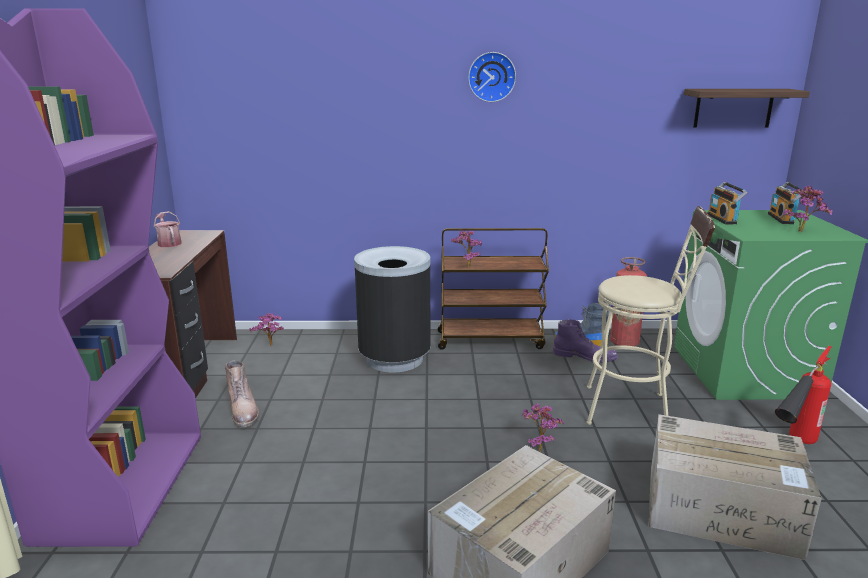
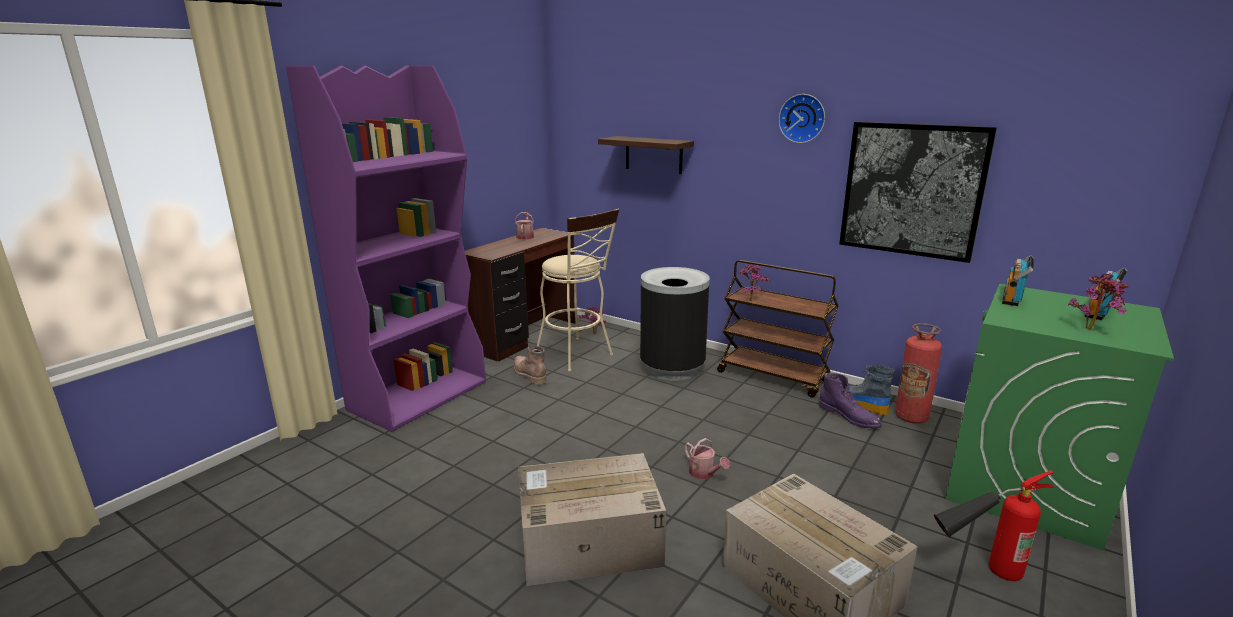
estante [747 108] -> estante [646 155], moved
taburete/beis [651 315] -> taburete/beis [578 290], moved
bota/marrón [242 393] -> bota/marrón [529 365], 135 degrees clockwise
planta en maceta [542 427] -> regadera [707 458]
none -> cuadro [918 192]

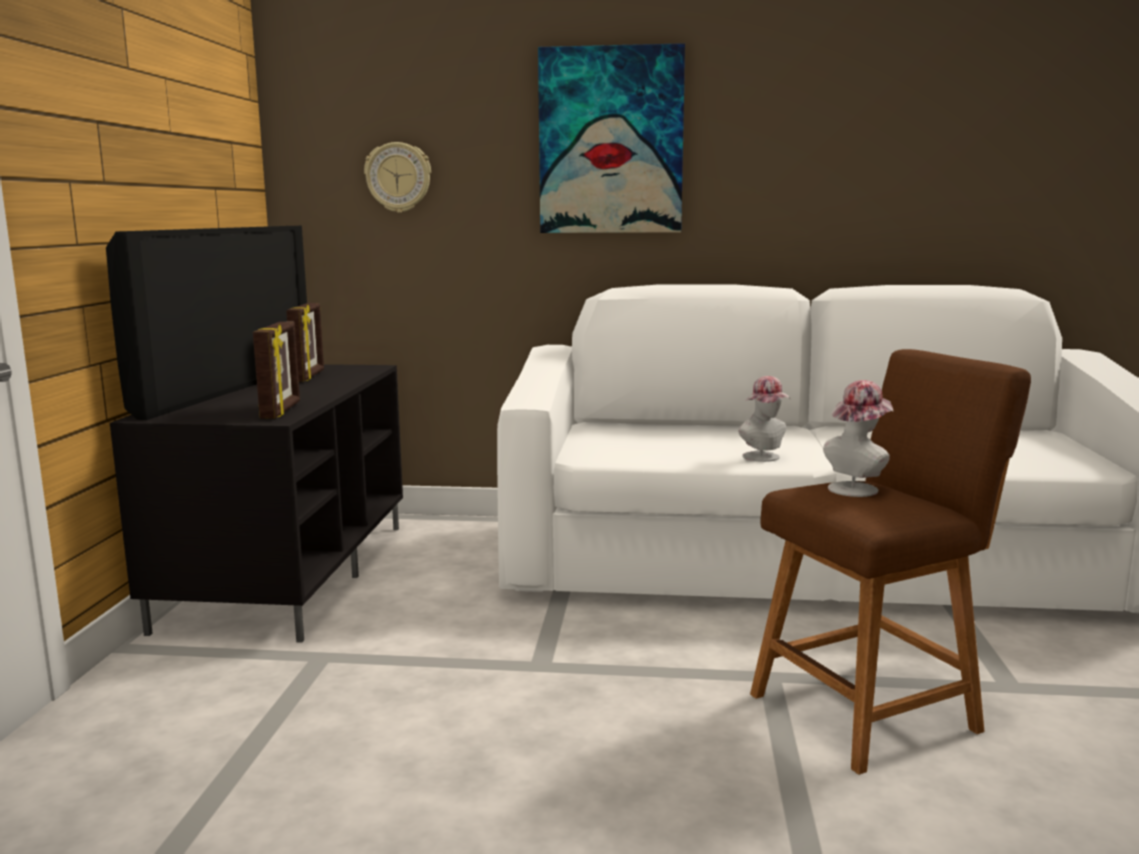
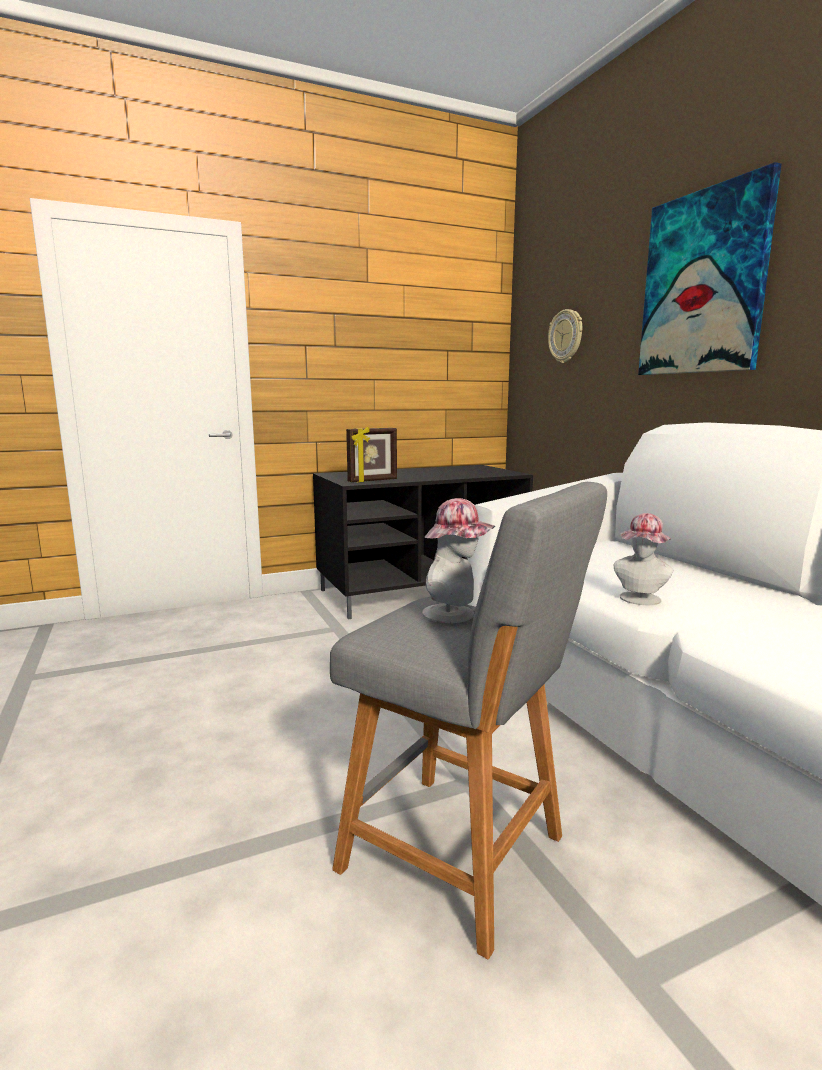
televisor [206 323] -> none
portarretratos [305 342] -> none
taburete/marrón [890 562] -> taburete/gris [468 720]

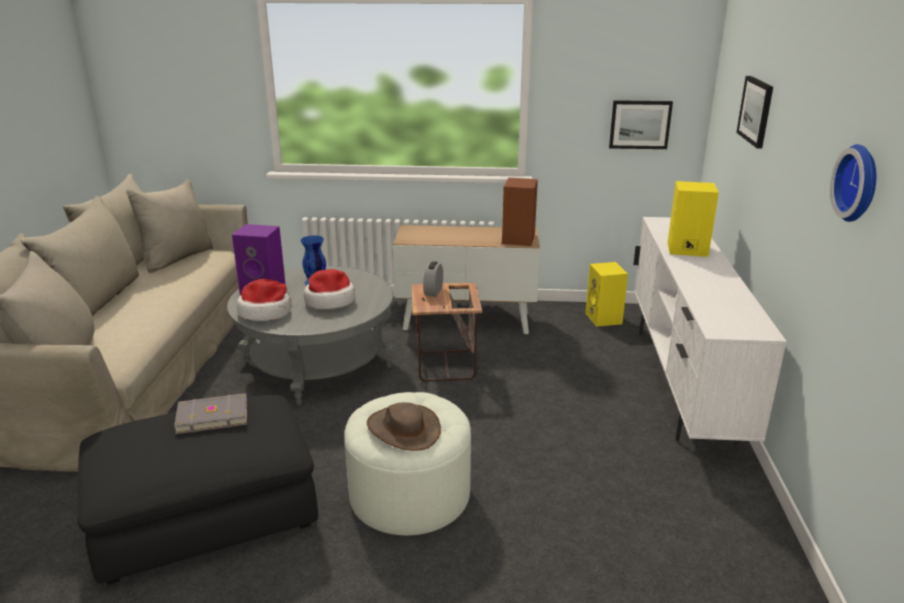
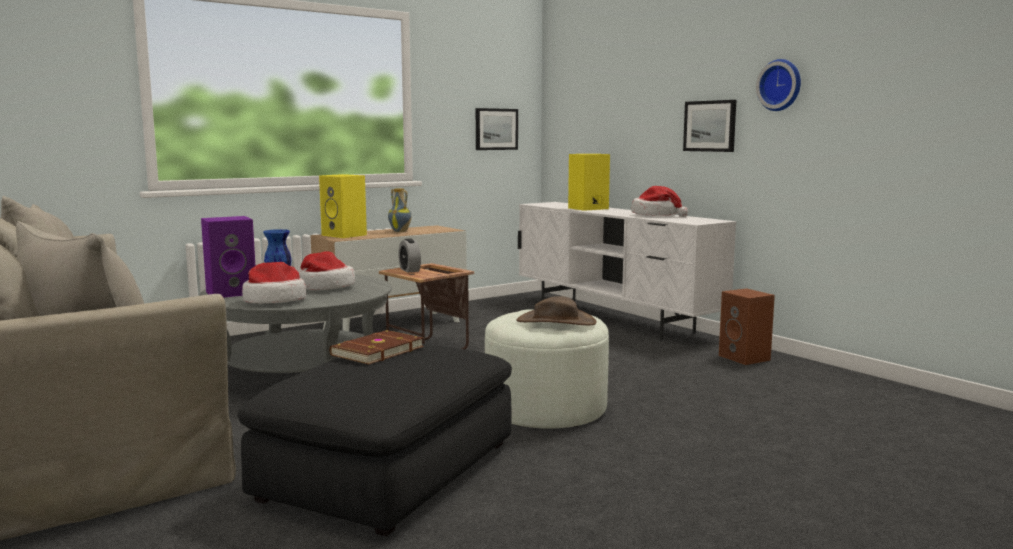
cuadro [754 112] -> cuadro [709 126], moved
altavoz/marrón [520 211] -> altavoz/marrón [747 326], moved
altavoz/amarillo [607 294] -> altavoz/amarillo [343 206], moved
libro/gris [210 413] -> libro/marrón [376 347]
none -> sombrero [659 201]
none -> florero [400 210]

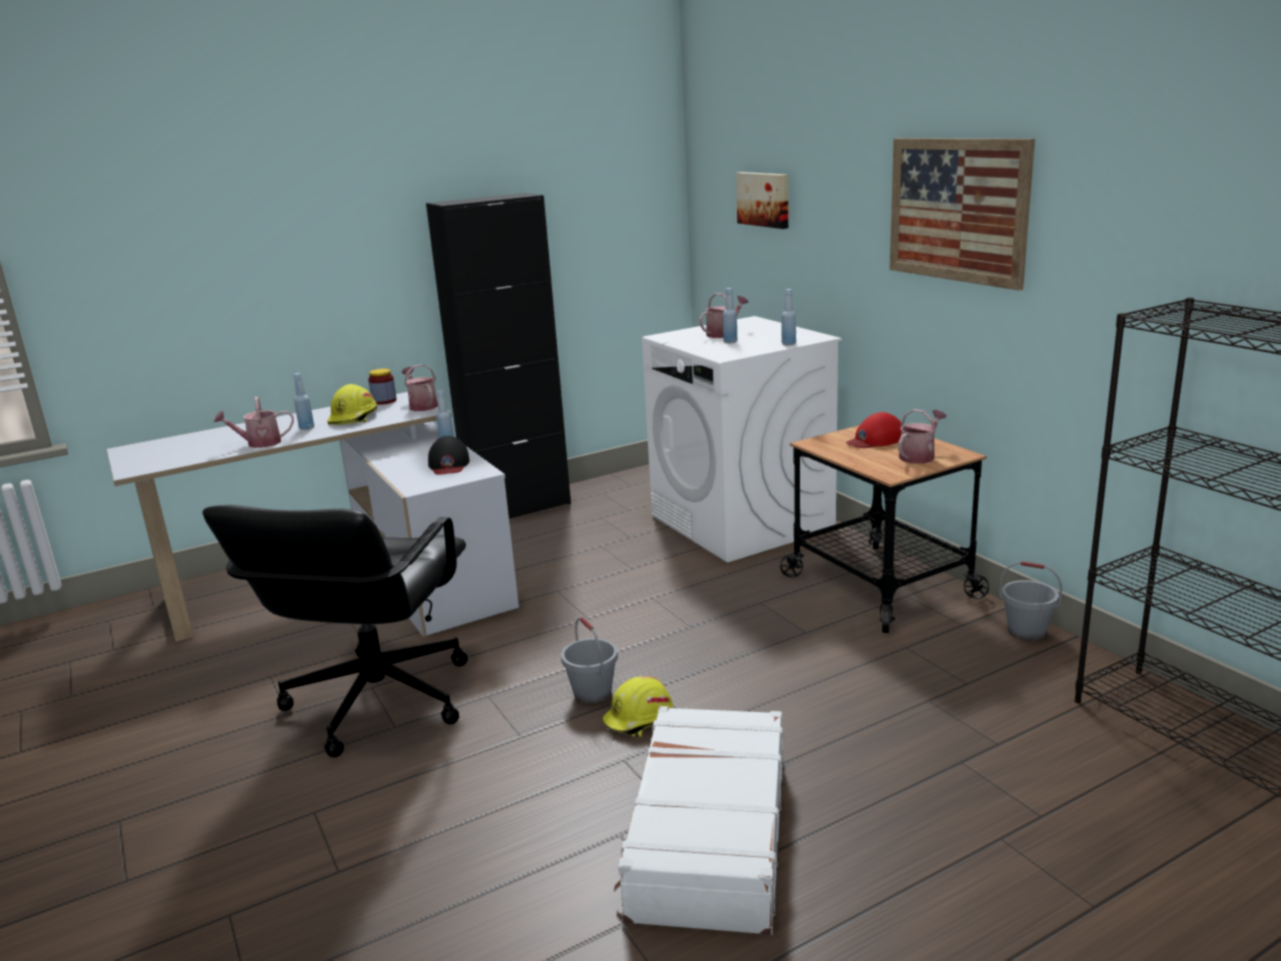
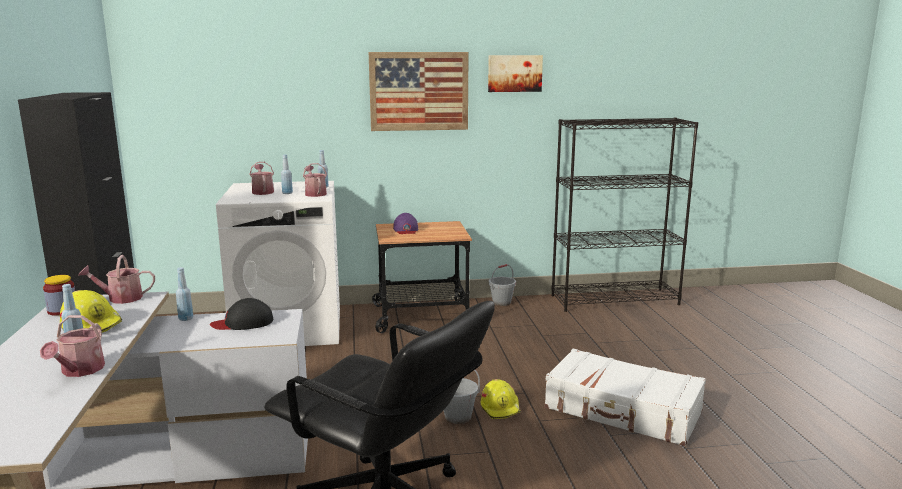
cuadro [762 200] -> cuadro [515 73], moved
regadera [922 436] -> regadera [315 180], moved
gorra/rojo [874 430] -> gorra/morado [405 223]
gorra/negro [449 455] -> gorra/negro [241 314], 150 degrees clockwise

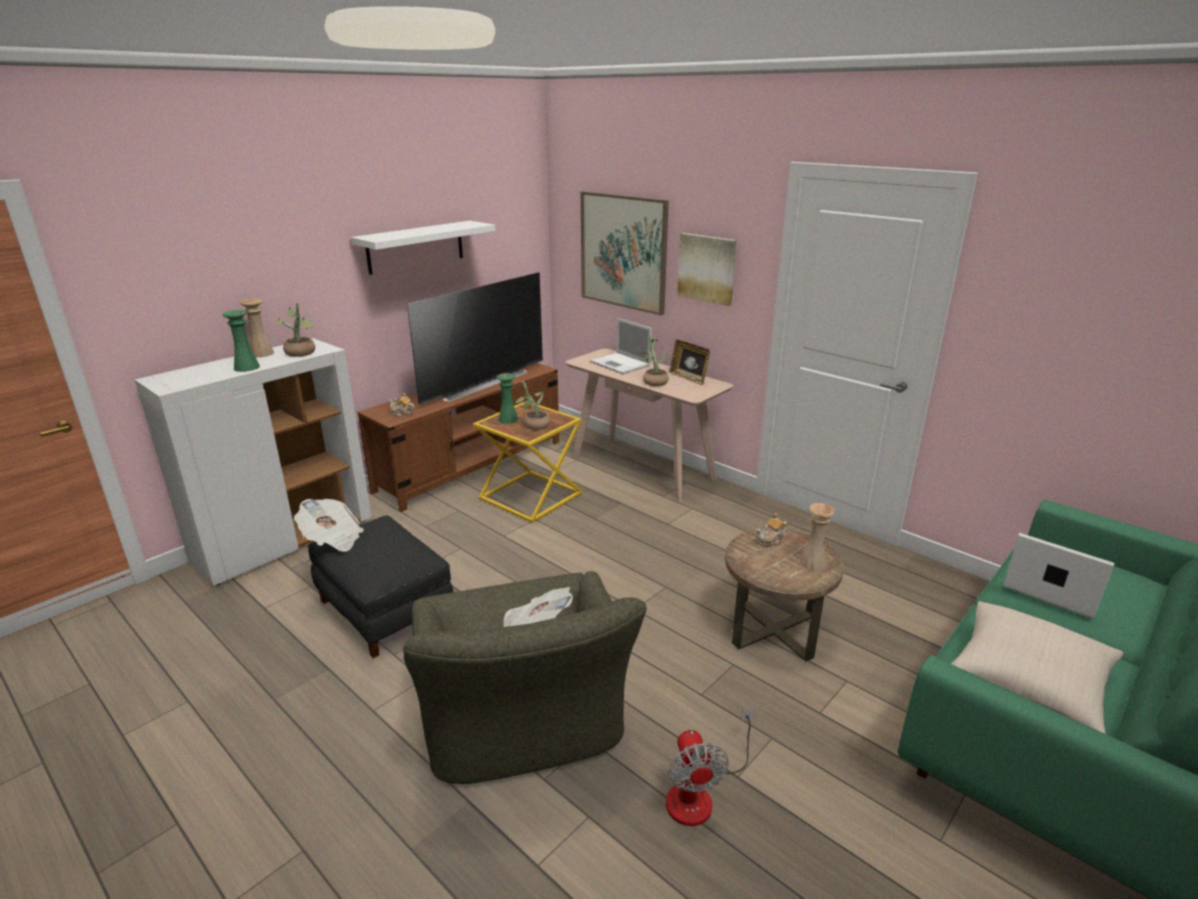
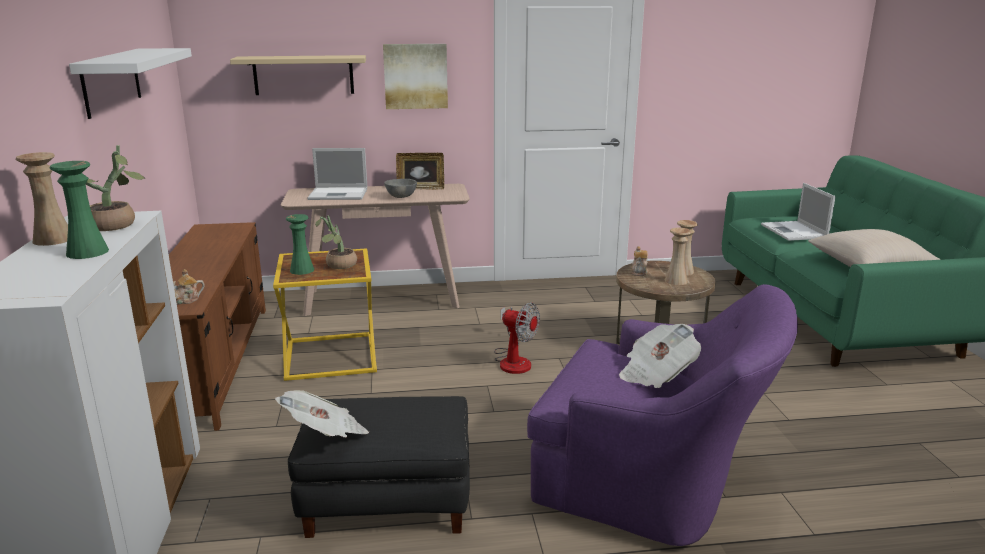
cuadro [625 253] -> estante/beis [298 75]
televisor [475 338] -> none
planta en maceta [654 361] -> cuenco/gris [400 188]
portátil [1059 576] -> portátil [798 212], 90 degrees counterclockwise
sillón/verde [525 677] -> sillón/morado [662 415]
ventilador [709 767] -> ventilador [517 338], moved
none -> florero/beis [678 256]

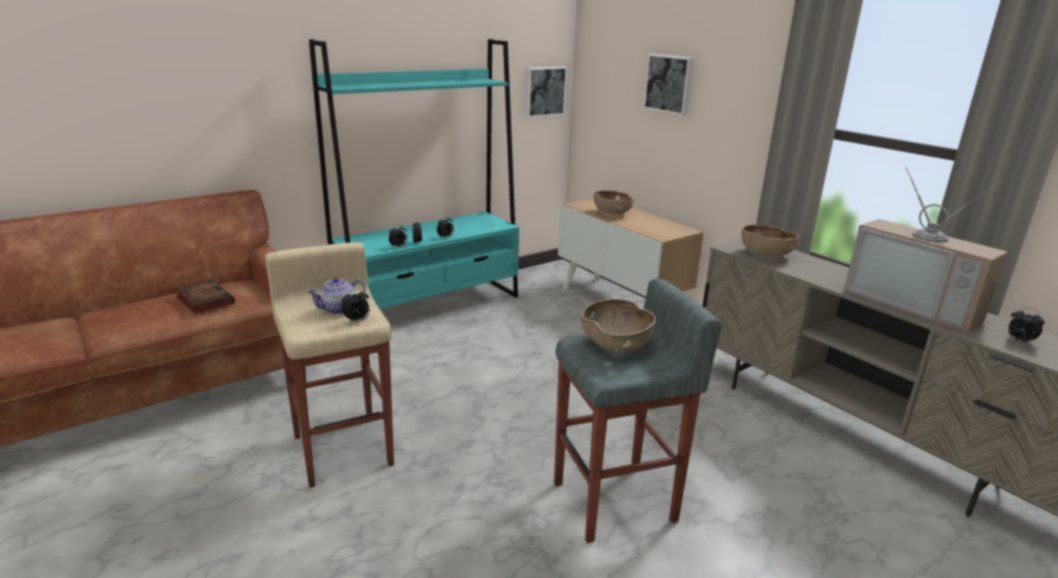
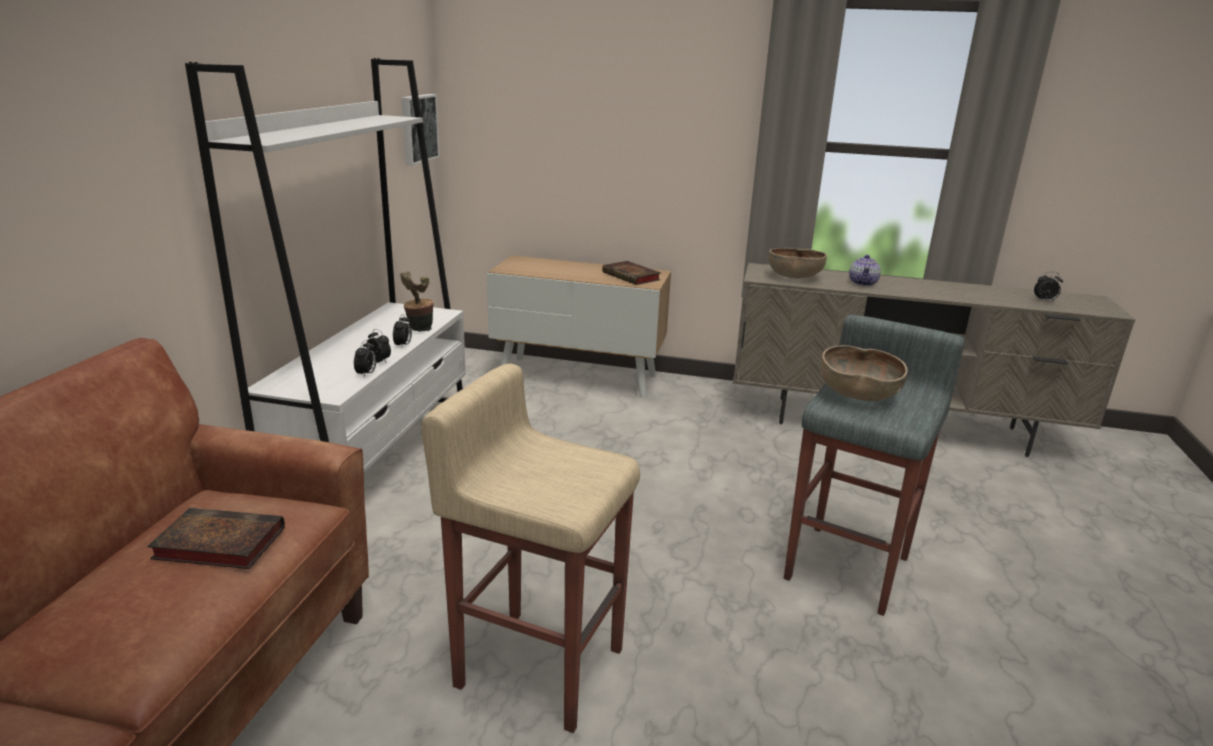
estantería/turquesa [414 174] -> estantería/blanco [325 265]
cuadro [668 84] -> none
televisor [926 250] -> none
cuenco/marrón [614 202] -> none
tetera [336 295] -> tetera [865 270], moved
despertador [356 306] -> none
none -> libro [631 273]
none -> planta en maceta [416 301]

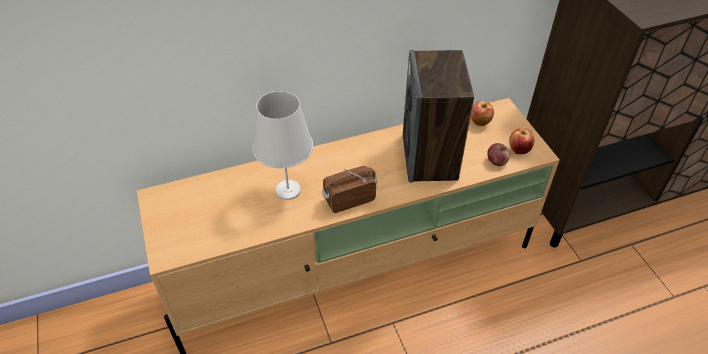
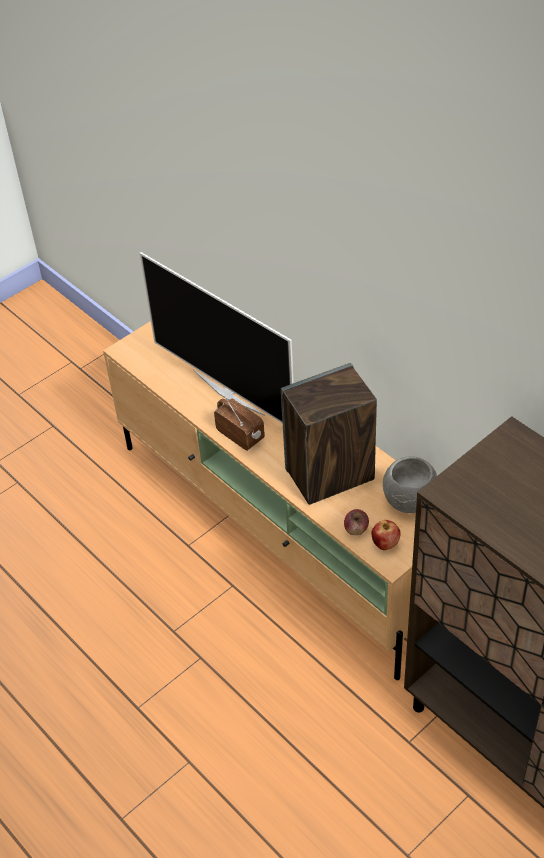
lámpara de mesa/blanco [283 145] -> televisor [217 338]
manzana [482 113] -> cuenco/gris [410 484]

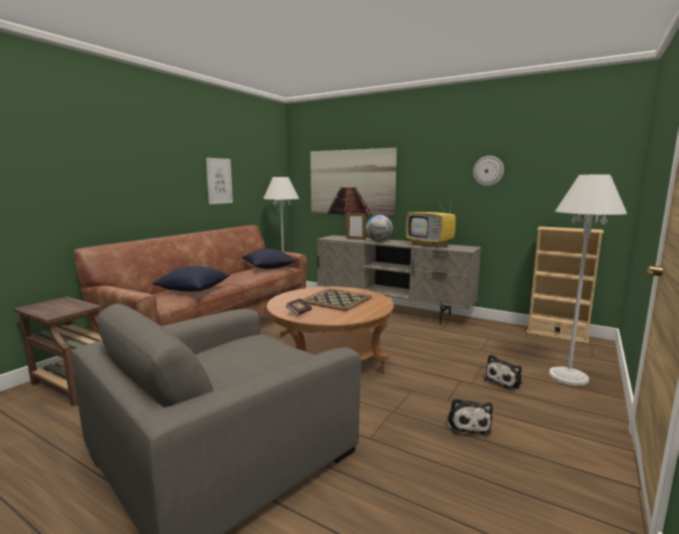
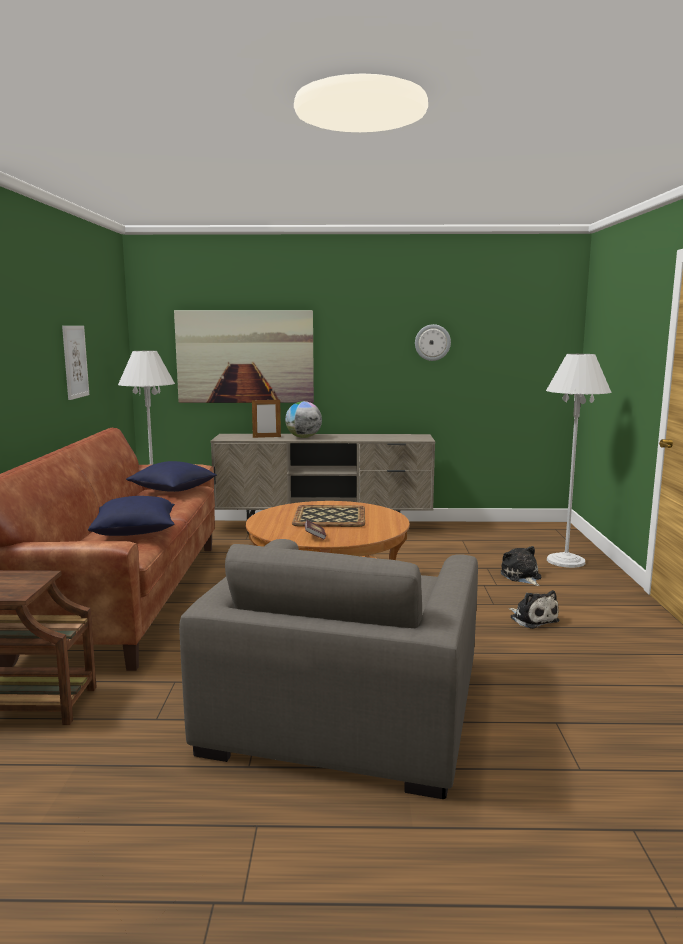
televisor [431 221] -> none
estantería/beis [565 285] -> none
peluche [503 372] -> peluche [521 566], 150 degrees clockwise

